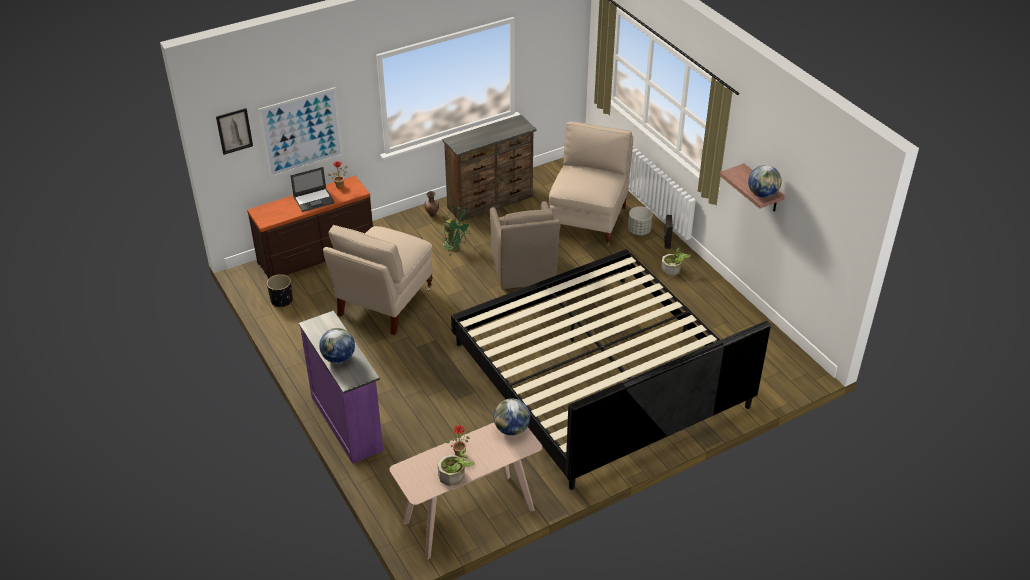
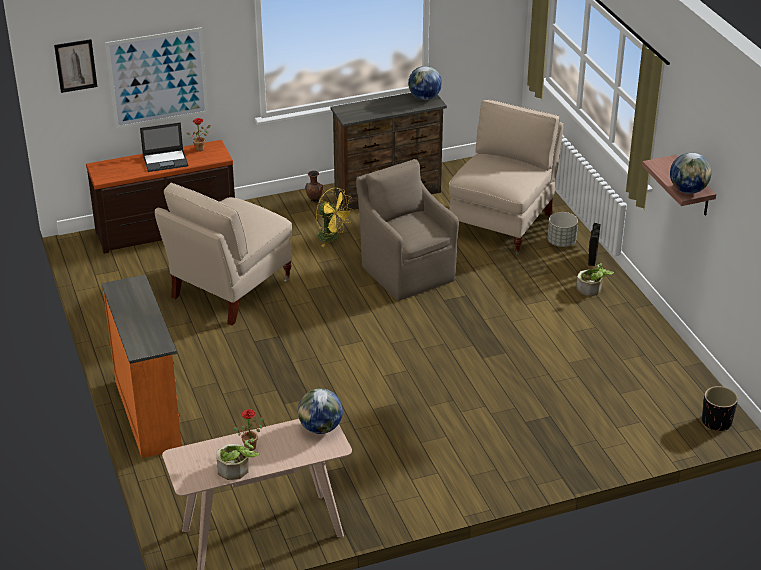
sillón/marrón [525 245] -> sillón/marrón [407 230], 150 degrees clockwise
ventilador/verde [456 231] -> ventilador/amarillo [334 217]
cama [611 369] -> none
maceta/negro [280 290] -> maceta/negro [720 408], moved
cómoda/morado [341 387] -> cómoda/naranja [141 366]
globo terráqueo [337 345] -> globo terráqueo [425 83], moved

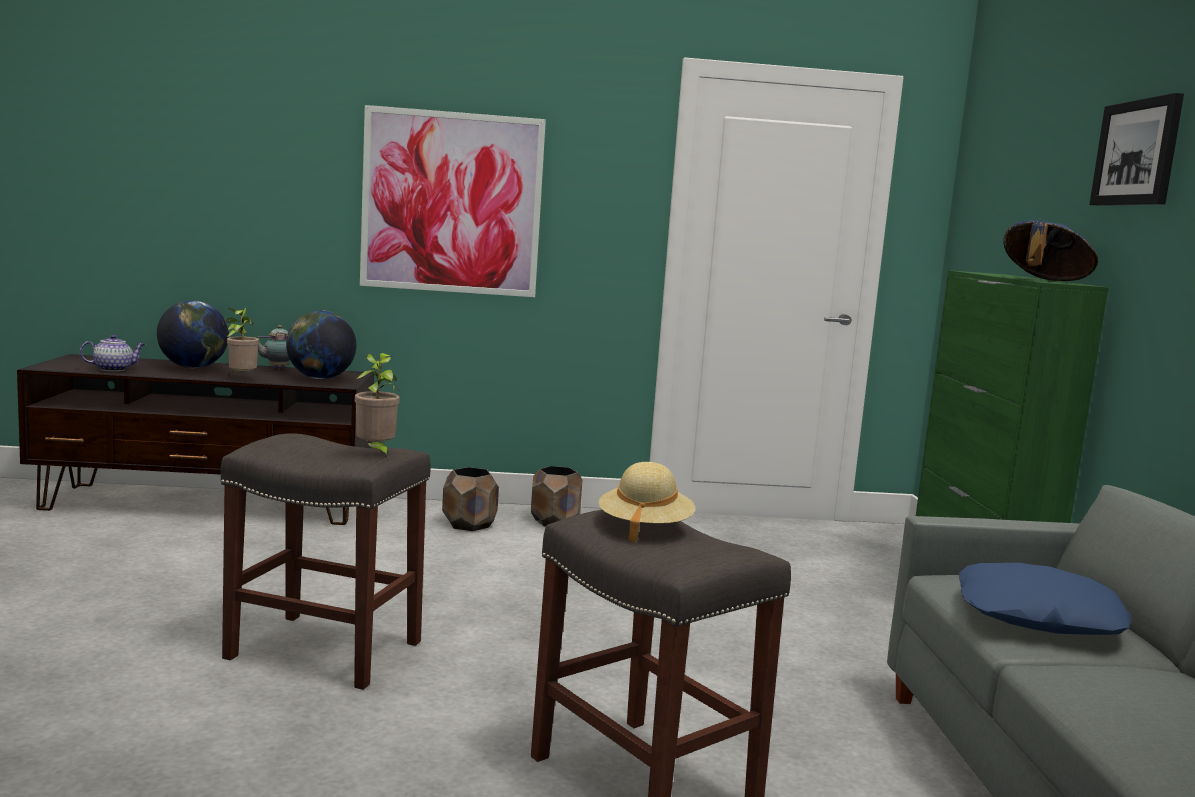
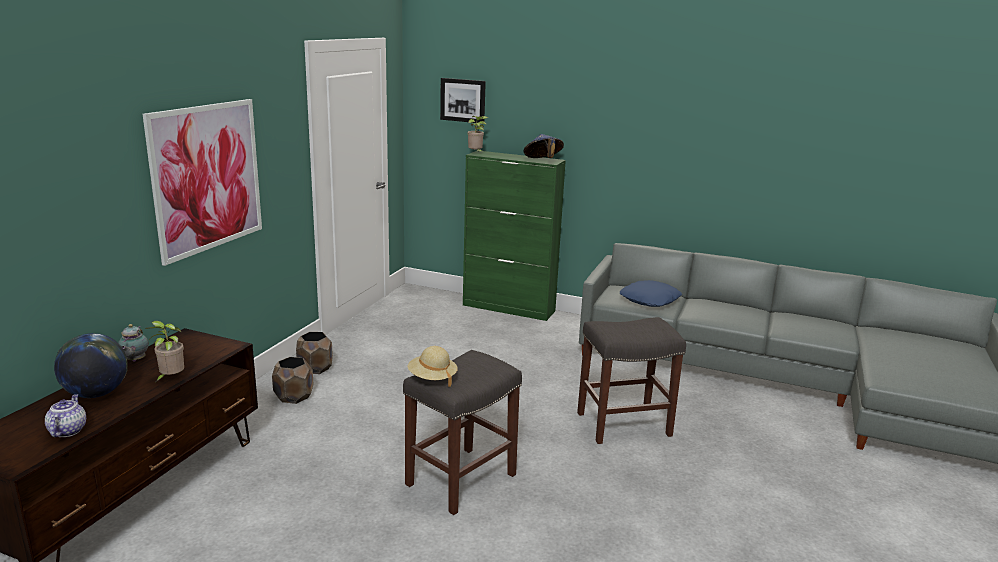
cuadro [1136 149] -> cuadro [463 100], moved
globo terráqueo [321 345] -> none
planta en maceta [377 405] -> planta en maceta [478 134], moved
sombrero/beis [647 502] -> sombrero/beis [433 366], moved

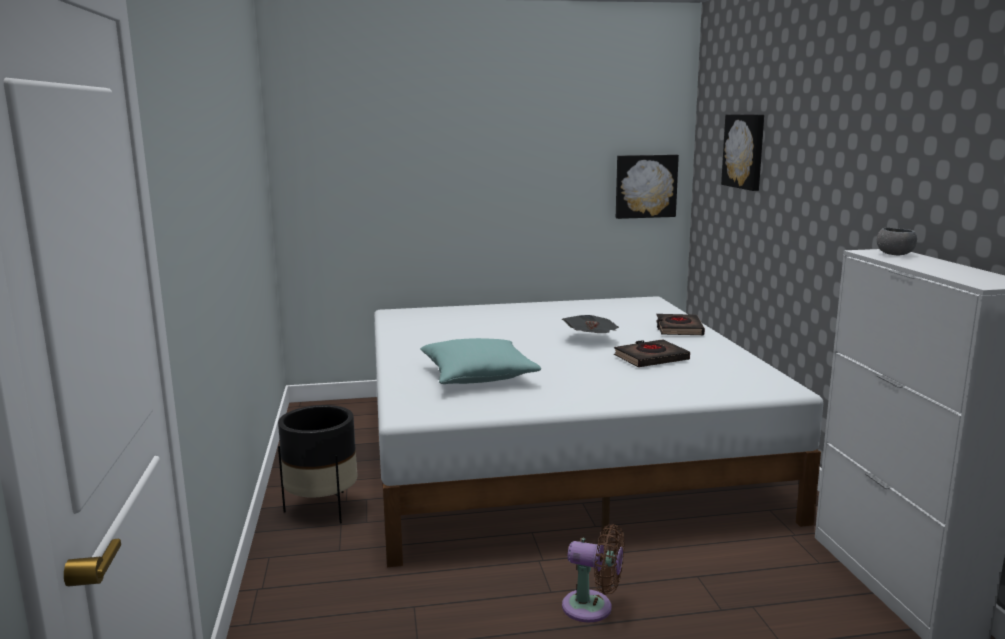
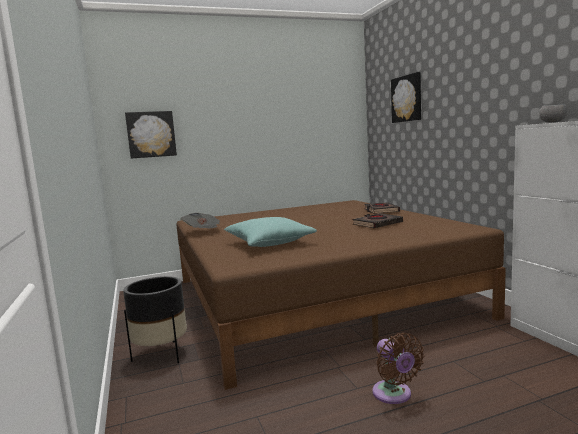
cuadro [647 186] -> cuadro [151 134], moved
cama/blanco [599 431] -> cama/marrón [341 295]
periódico [590 324] -> periódico [200 220], moved
ventilador/marrón [593 573] -> ventilador/marrón [398 368], 60 degrees clockwise

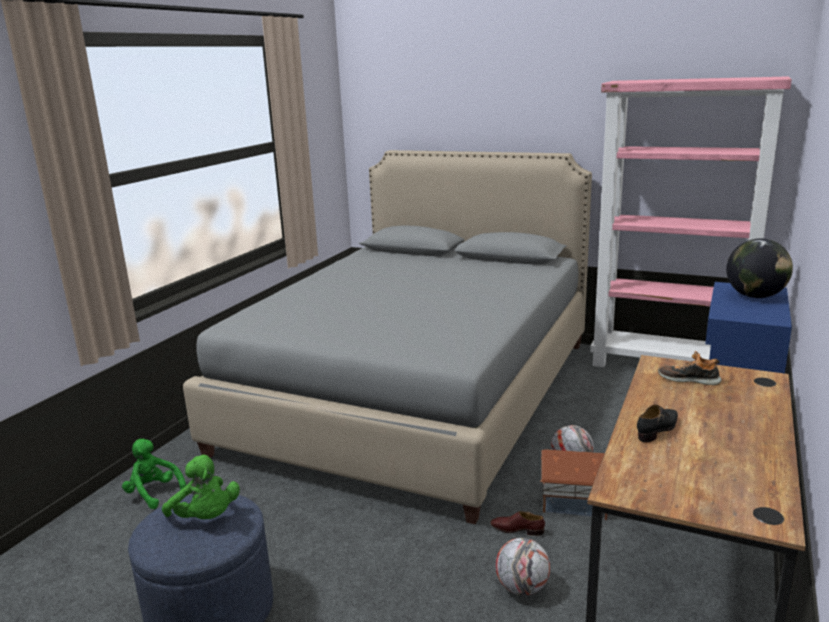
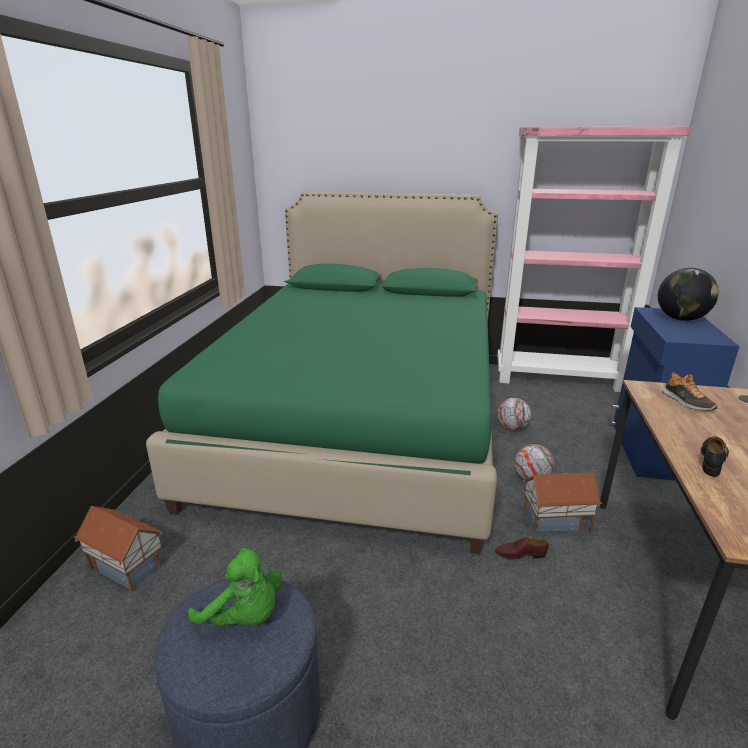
cama/gris [387 337] -> cama/verde [322 372]
zapato [690 368] -> zapato [690 391], 120 degrees counterclockwise
peluche/verde [154 474] -> casita [118 549]
balón de fútbol [522 567] -> balón de fútbol [514 414], moved

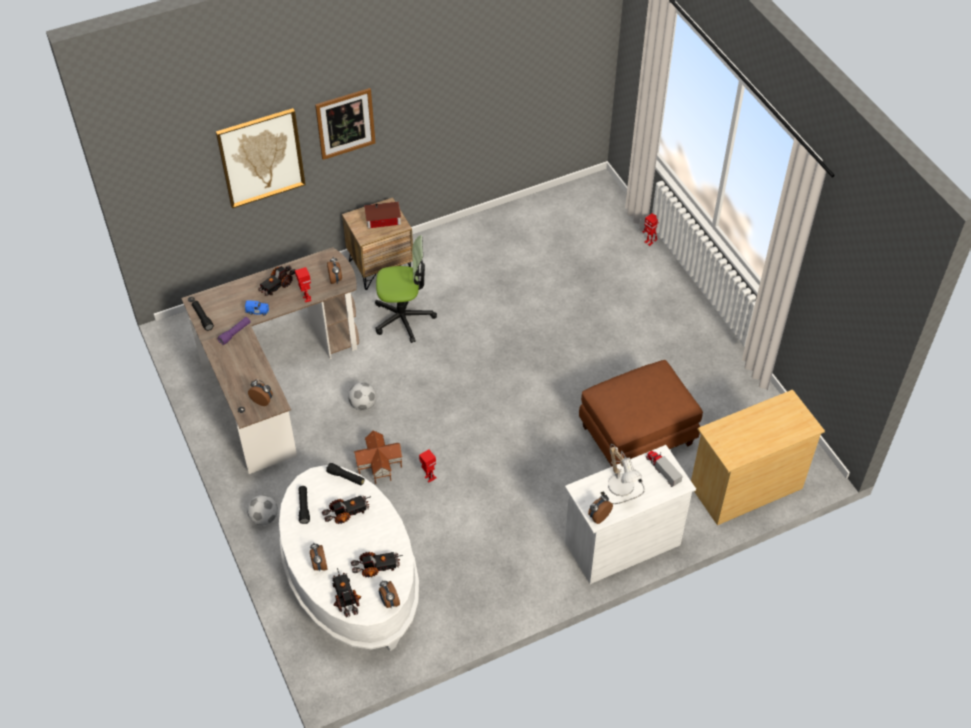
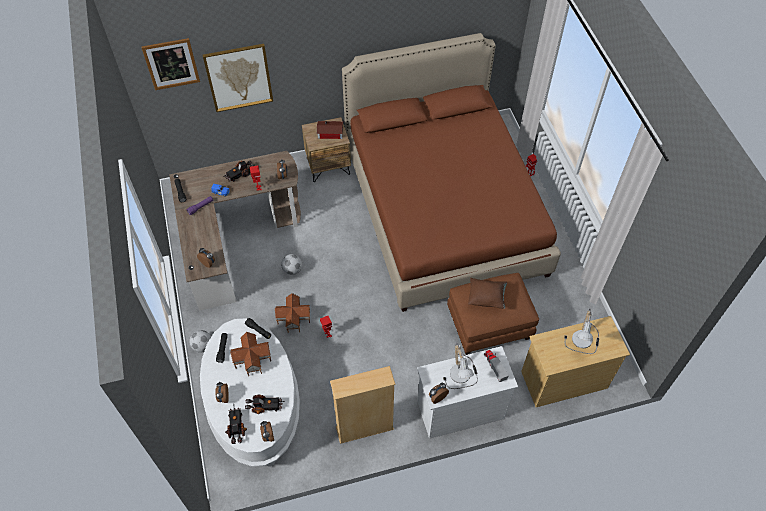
cuadro [345 124] -> cuadro [170 64], moved
silla de oficina [406 289] -> none
camión de juguete [346 509] -> casita [250 354]
none -> cama/marrón [451 172]
none -> cojín/marrón [487 293]
none -> lámpara de mesa [581 331]
none -> estantería/beis [362 405]

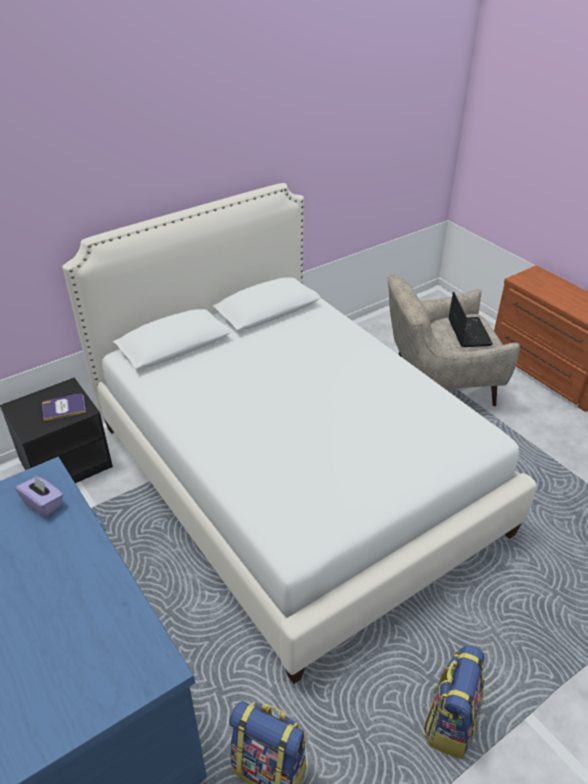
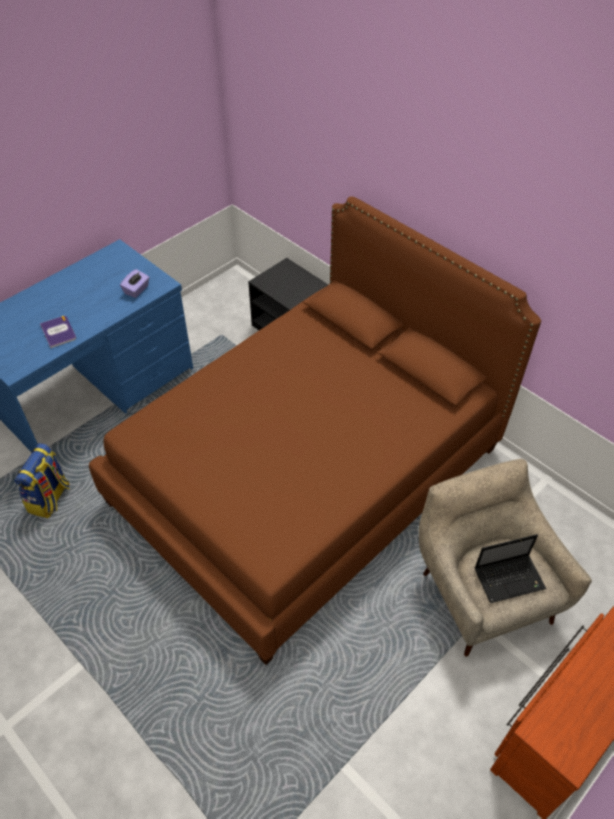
cama/blanco [299 433] -> cama/marrón [315 430]
libro [64 407] -> libro [58 332], moved
mochila [454 702] -> none

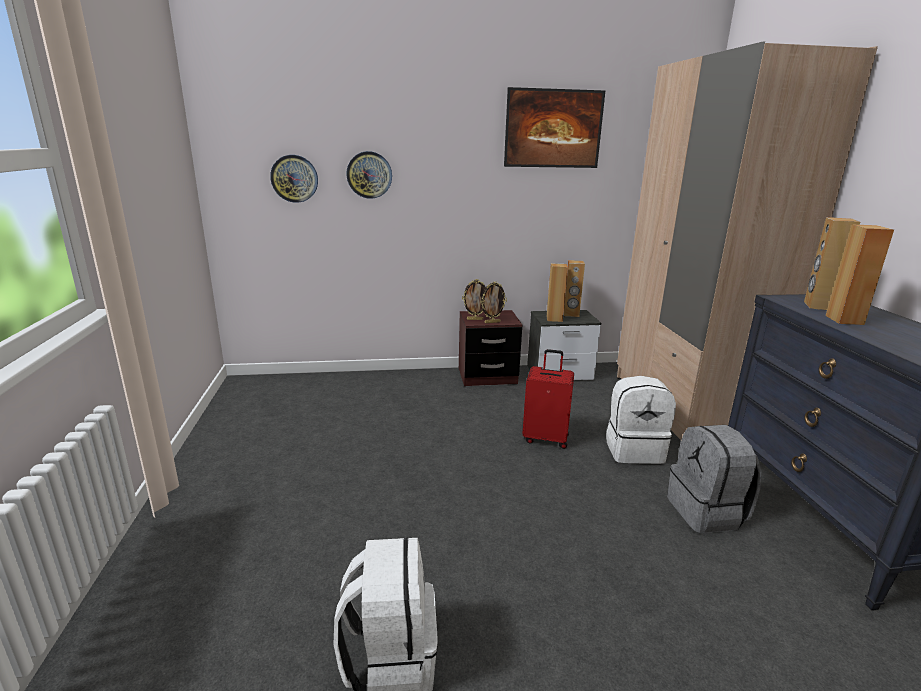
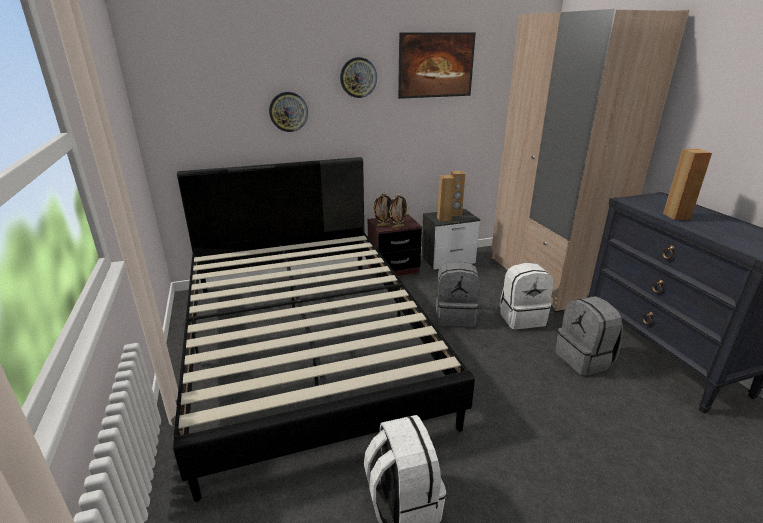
reloj de pared [294 179] -> reloj de pared [358 77], moved
altavoz/marrón [832 263] -> none
maleta/rojo [548 399] -> mochila/gris [458 294]
none -> cama/negro [324 329]

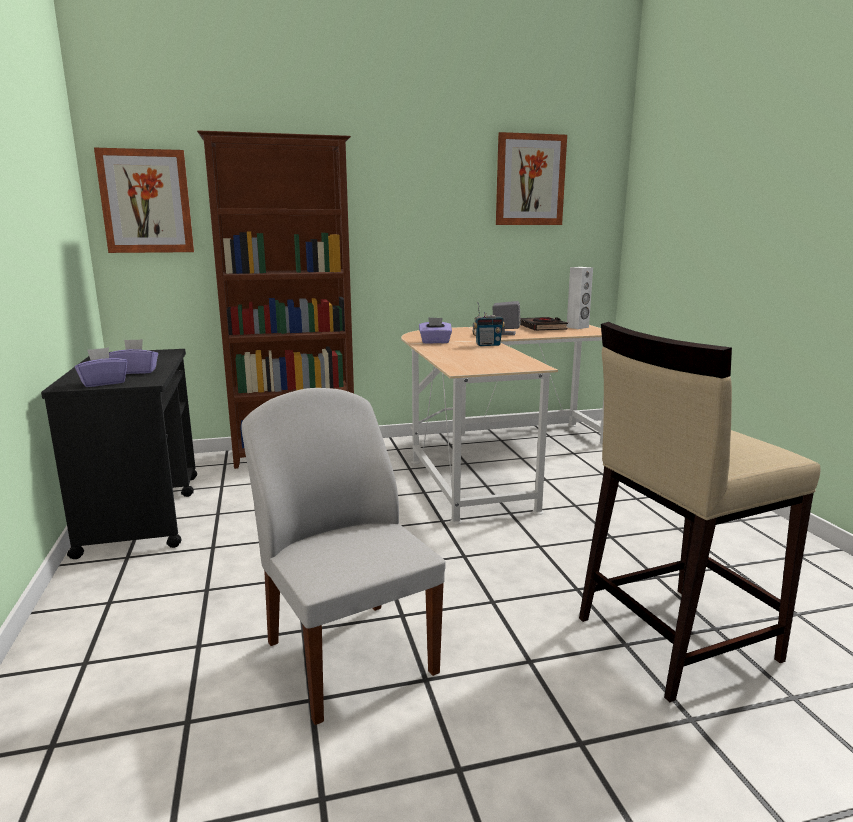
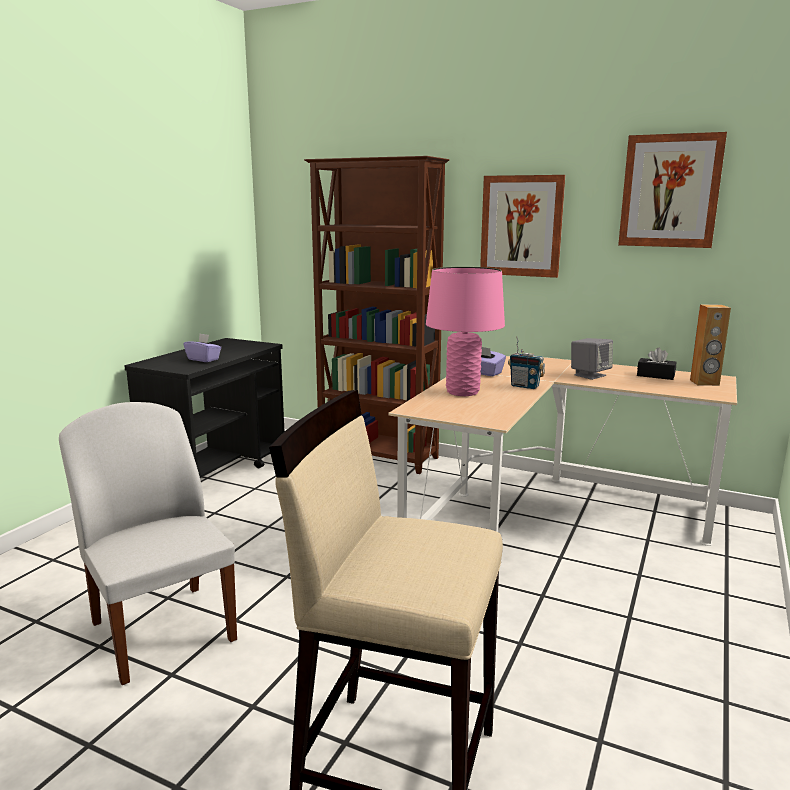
cuadro [144 200] -> cuadro [522 226], moved
altavoz/blanco [579 298] -> altavoz/marrón [710 345]
libro/negro [544 324] -> caja de pañuelos/negro [656 364]
caja de pañuelos/morado [101 367] -> none
silla/blanco [343 556] -> silla/blanco [148 543], 45 degrees counterclockwise
none -> lámpara de mesa/rosa [465 331]

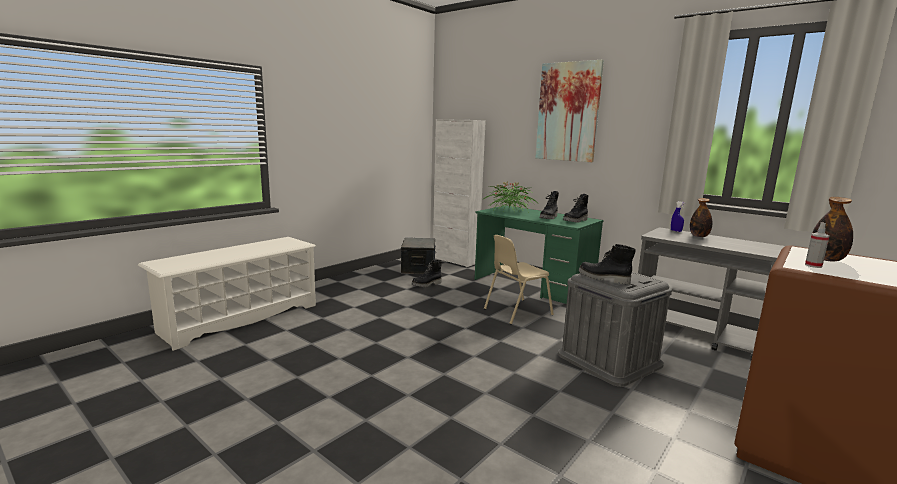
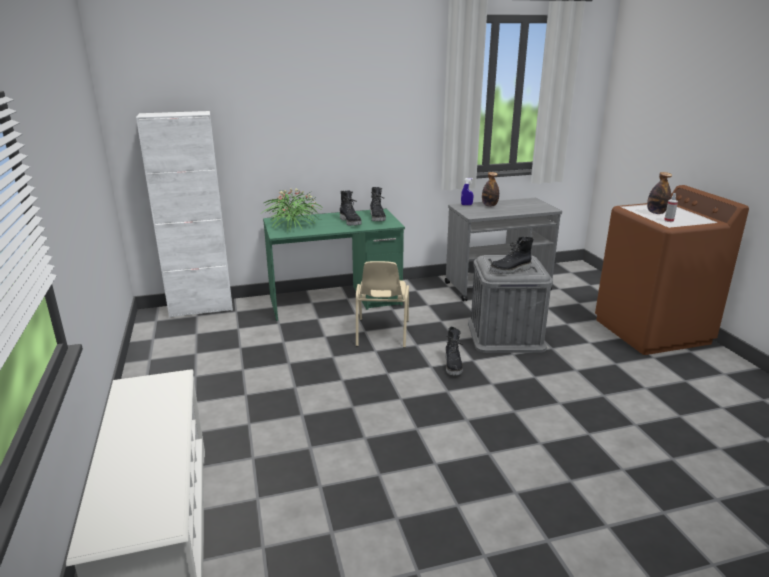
cuadro [569 111] -> none
caja de almacenaje [419 256] -> none
bota/negro [427 273] -> bota/negro [454 351], moved

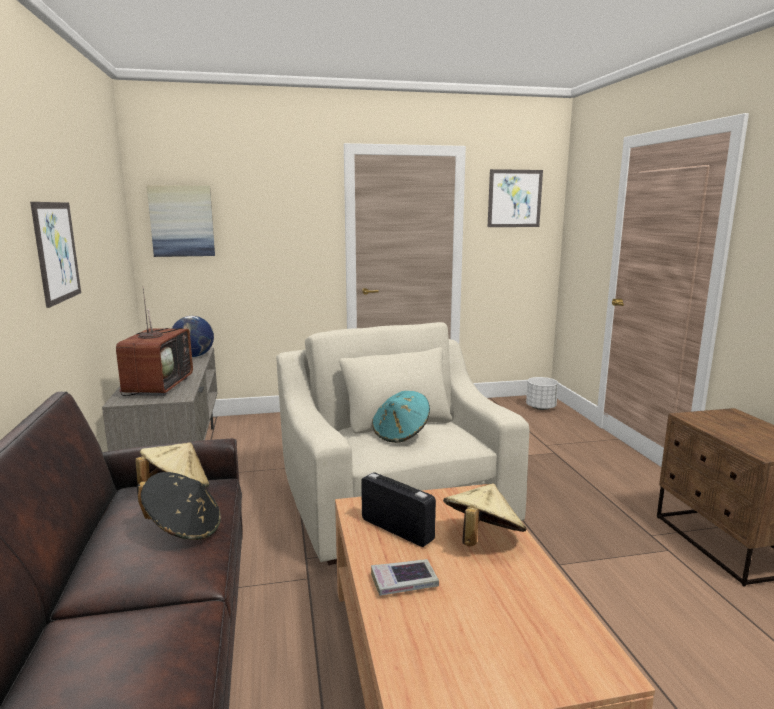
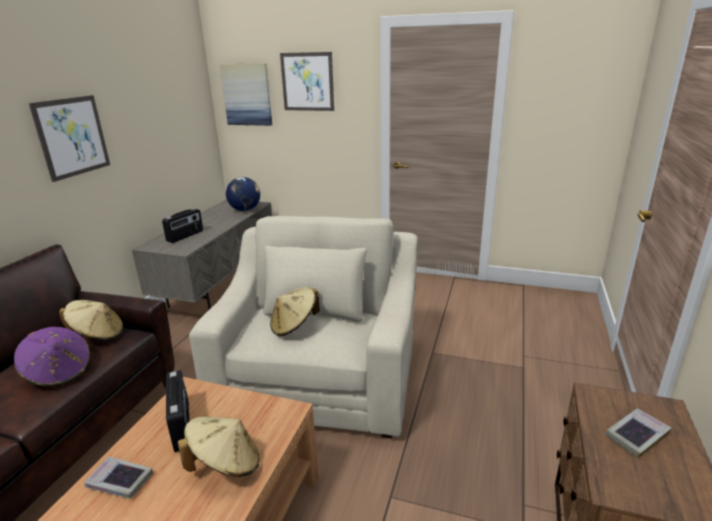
cuadro [515 198] -> cuadro [307 81], moved
televisor [154 341] -> radio [182 225]
maceta/blanco [542 393] -> none
sombrero/turquesa [401 417] -> sombrero/beis [295 311]
sombrero/negro [179 506] -> sombrero/morado [52 357]
none -> libro [638 434]

